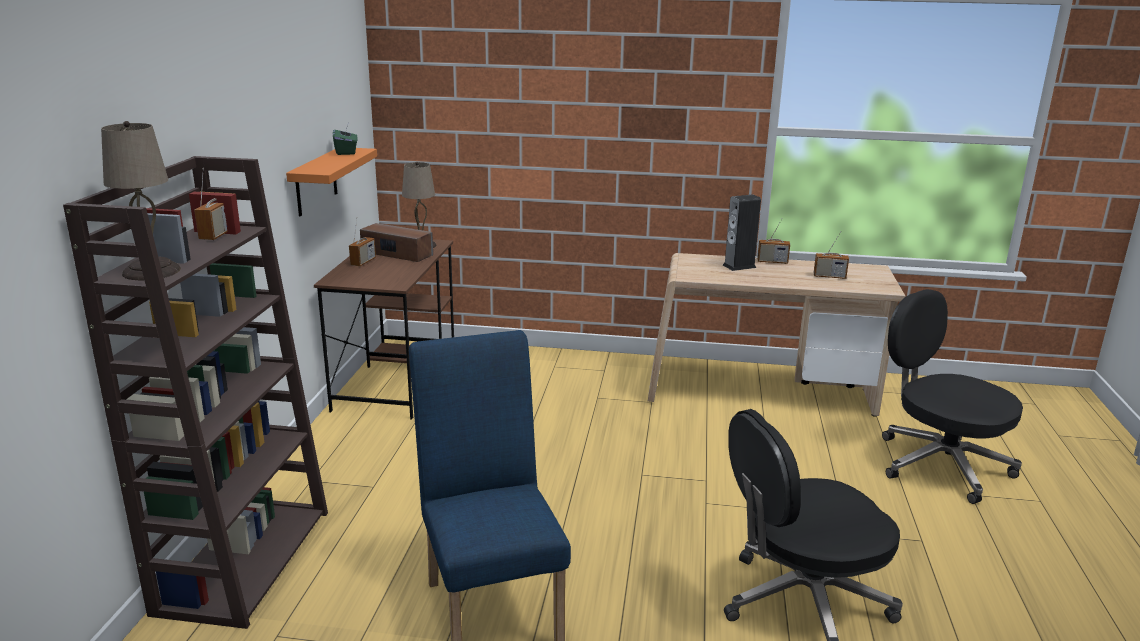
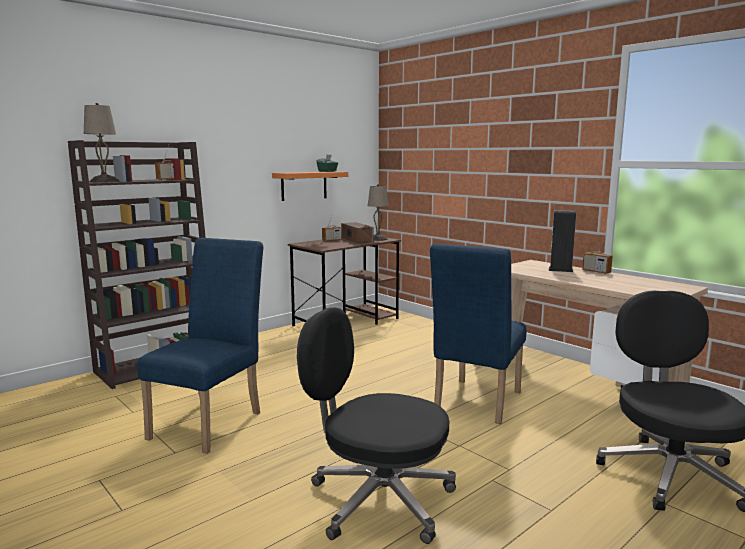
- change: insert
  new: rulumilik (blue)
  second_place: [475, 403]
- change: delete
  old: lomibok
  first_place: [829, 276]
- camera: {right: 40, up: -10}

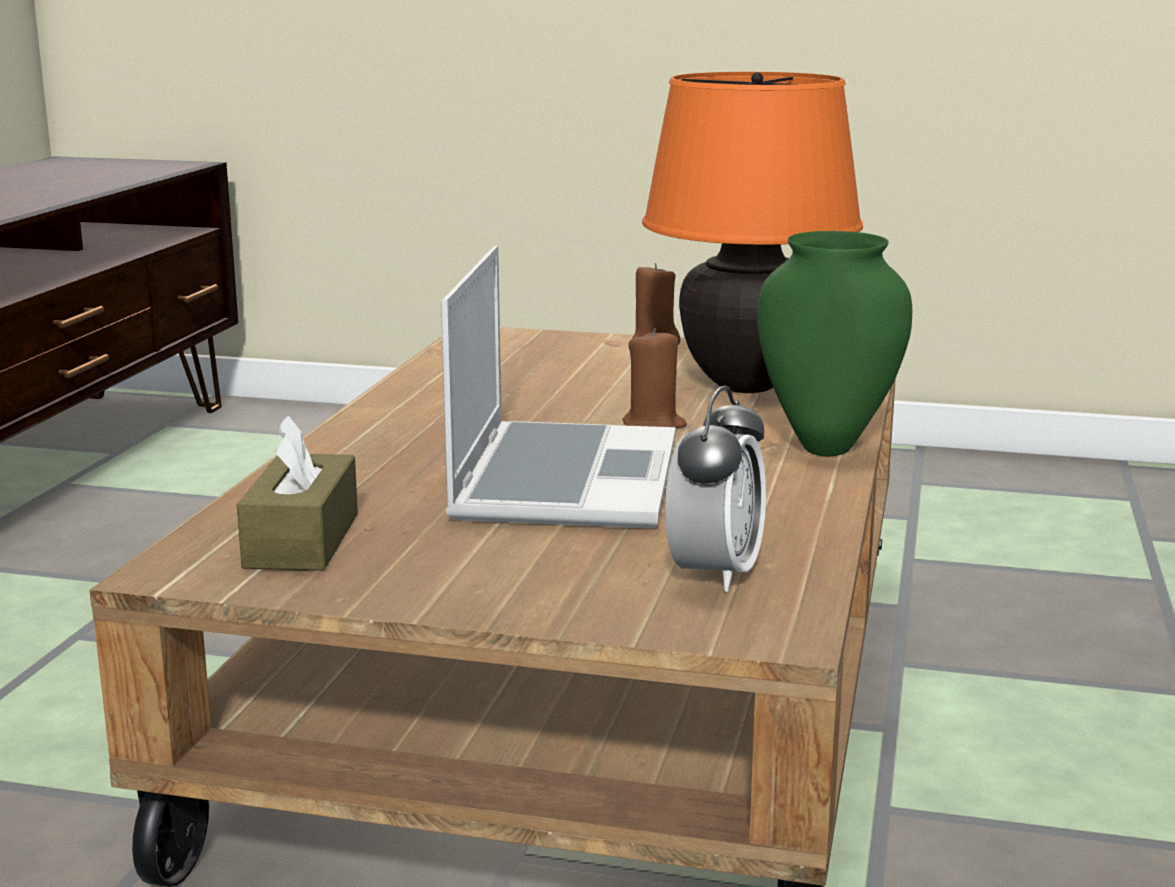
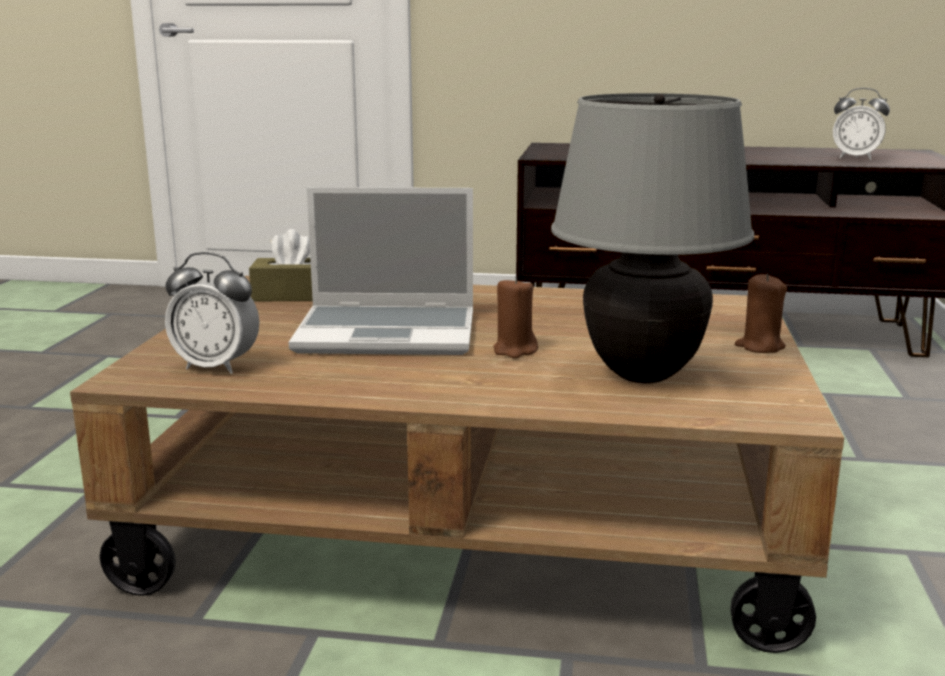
- change: recolor
  old: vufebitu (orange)
  new: vufebitu (grey)
  first_place: [746, 386]
  second_place: [643, 375]
- change: insert
  new: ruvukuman
  second_place: [855, 158]
- change: delete
  old: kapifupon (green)
  first_place: [828, 446]
- camera: {right: 85, up: 0}

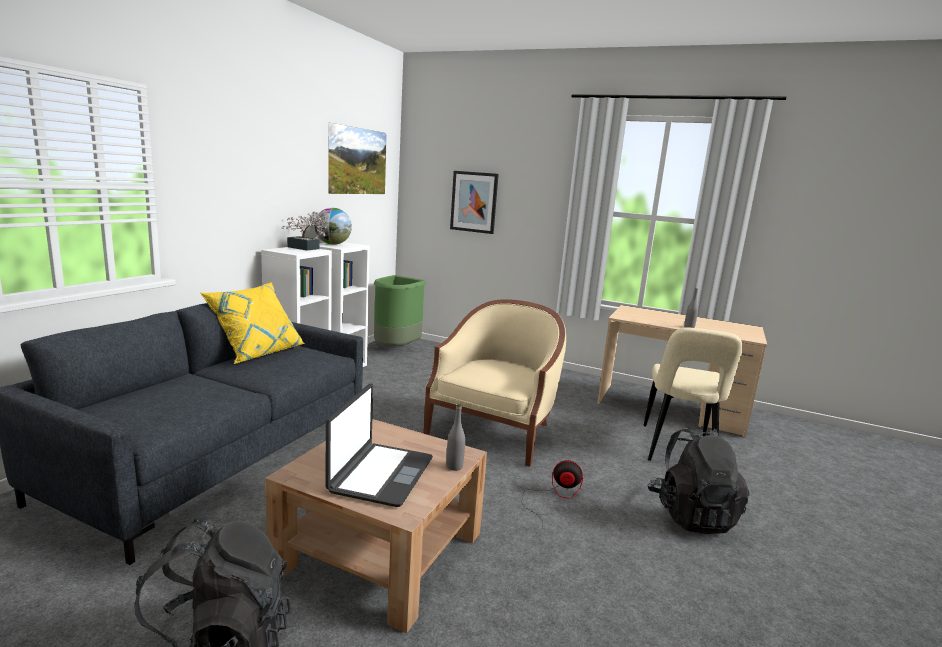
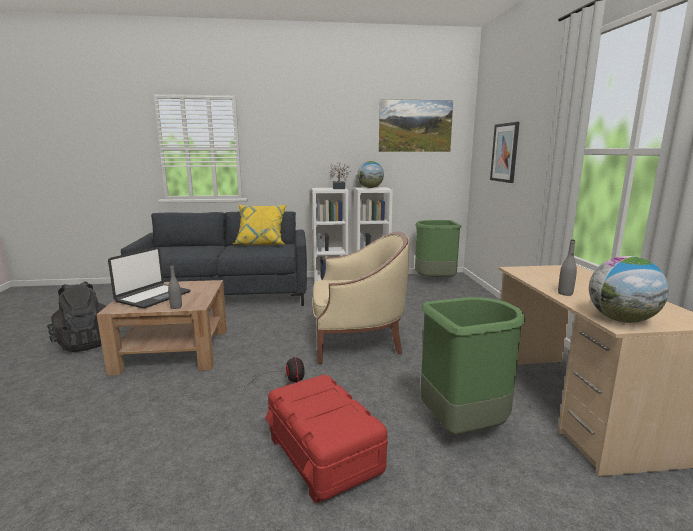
- change: rotate
  old: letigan
  first_place: [380, 475]
  second_place: [153, 297]
  degrees: -45
- change: replace
  old: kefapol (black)
  new: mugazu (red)
  first_place: [691, 515]
  second_place: [325, 454]
- change: replace
  old: rulumilik (beige)
  new: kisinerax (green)
  first_place: [677, 450]
  second_place: [463, 427]
- change: insert
  new: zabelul
  second_place: [621, 320]
- camera: {right: 60, up: 0}

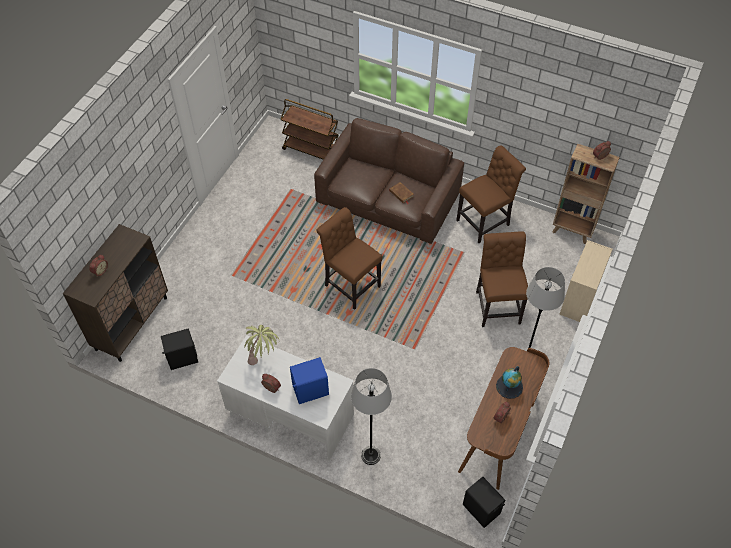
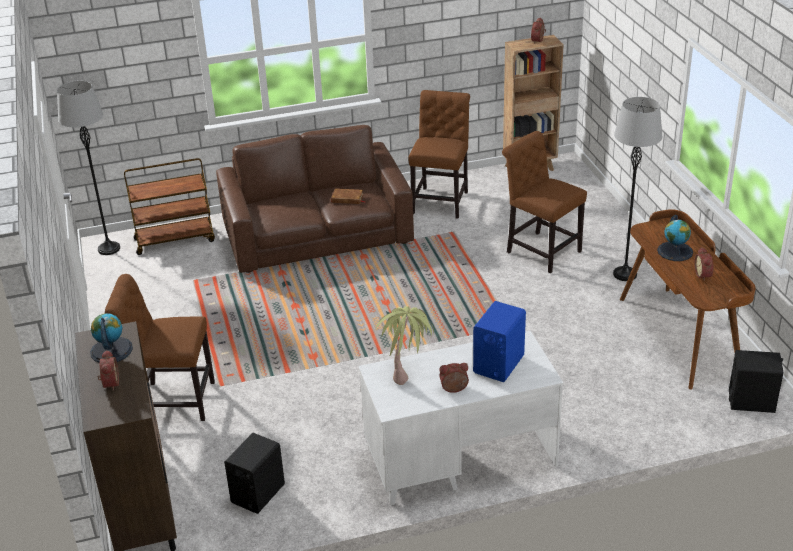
- change: move
  old: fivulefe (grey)
  first_place: [370, 455]
  second_place: [109, 249]
- change: insert
  new: zabelul
  second_place: [111, 350]
- change: move
  old: rulumilik (brown)
  first_place: [350, 284]
  second_place: [172, 401]
- change: delete
  old: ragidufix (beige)
  first_place: [579, 299]
- camera: {right: -40, up: -20}

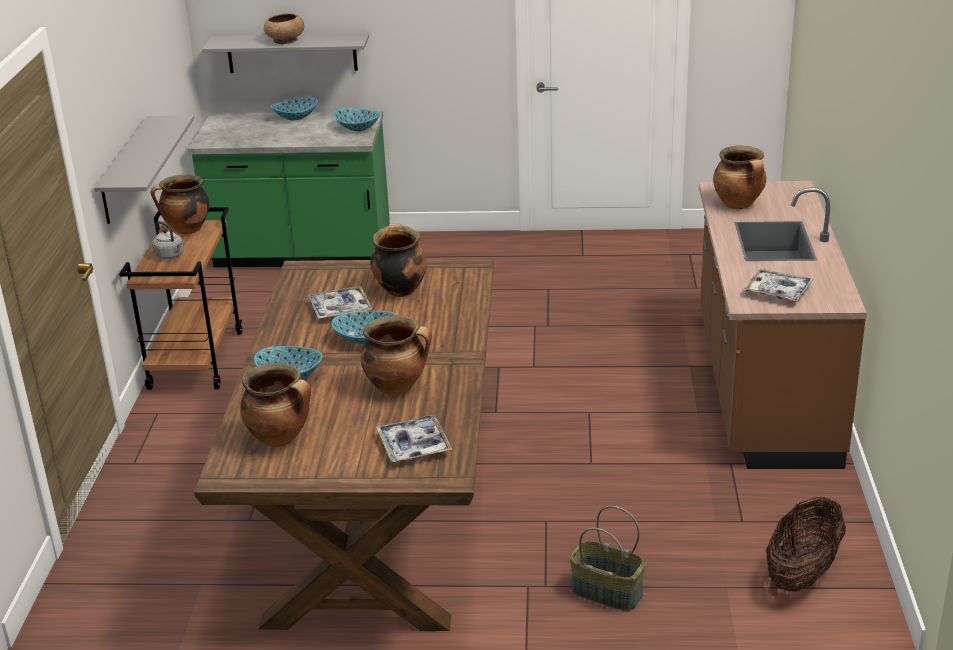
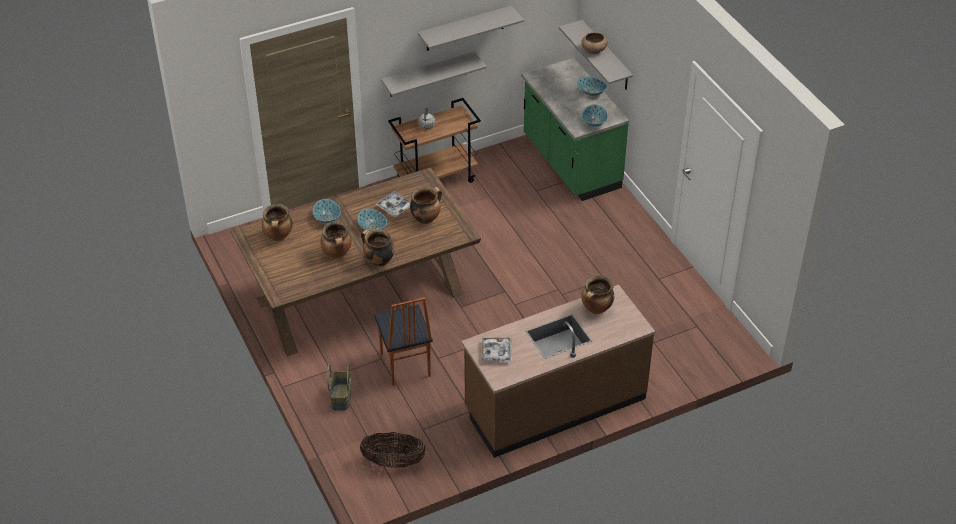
- change: move
  old: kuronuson
  first_place: [186, 230]
  second_place: [378, 261]
- change: insert
  new: rulumilik
  second_place: [404, 365]
- change: insert
  new: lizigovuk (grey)
  second_place: [465, 28]
- change: delete
  old: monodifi
  first_place: [414, 445]
- camera: {right: 60, up: 15}

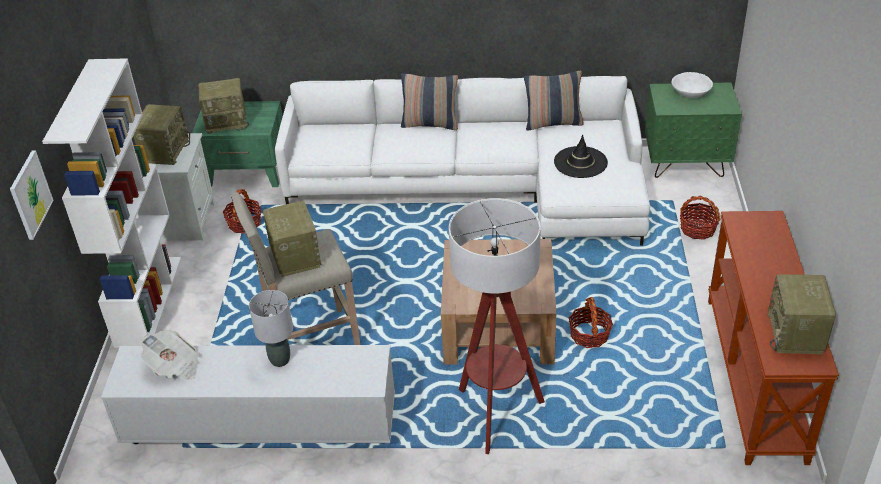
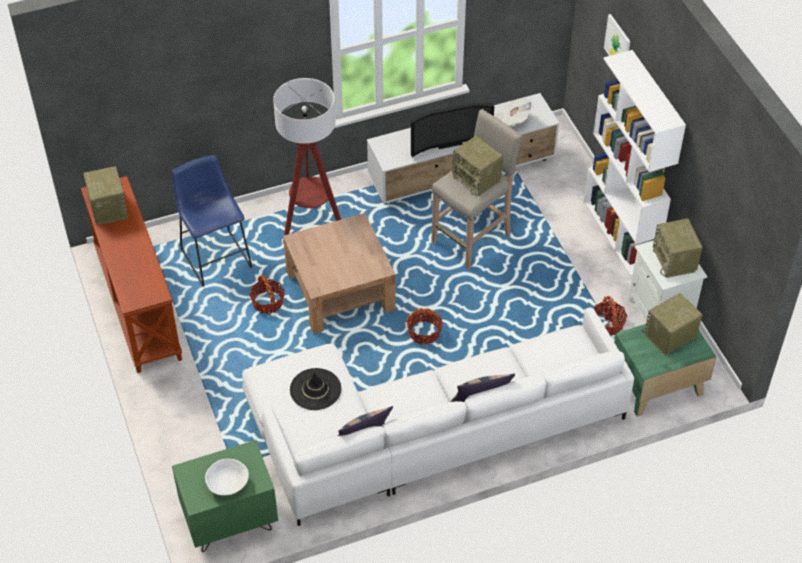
- change: insert
  new: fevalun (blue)
  second_place: [215, 255]
- change: move
  old: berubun
  first_place: [697, 229]
  second_place: [424, 333]
- change: replace
  old: vufebitu (grey)
  new: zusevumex
  first_place: [279, 360]
  second_place: [448, 142]
- camera: {right: 155, up: 10}

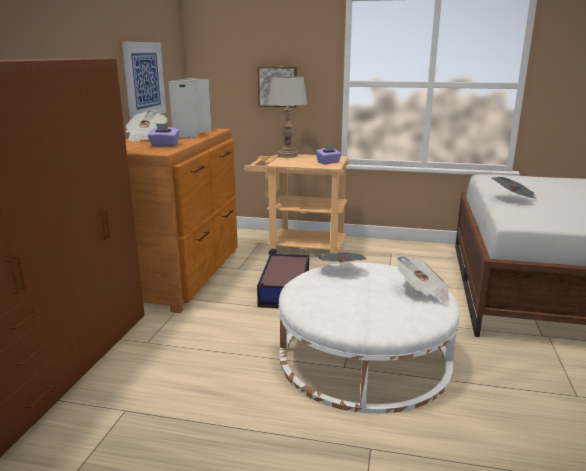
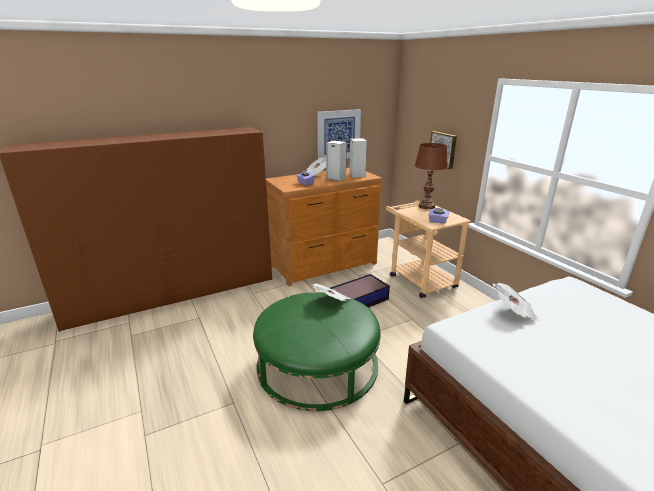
- change: recolor
  old: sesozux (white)
  new: sesozux (green)
  first_place: [364, 357]
  second_place: [317, 363]
- change: recolor
  old: vufebitu (grey)
  new: vufebitu (brown)
  first_place: [288, 155]
  second_place: [426, 206]
- change: delete
  old: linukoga
  first_place: [423, 292]
- camera: {right: 50, up: 5}

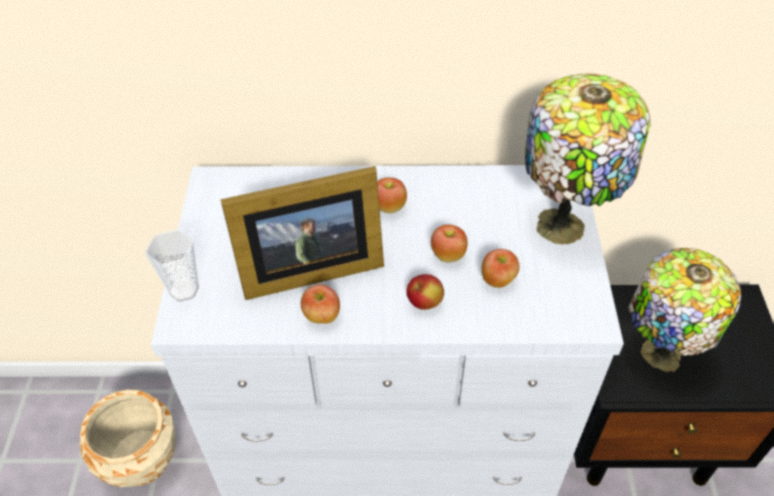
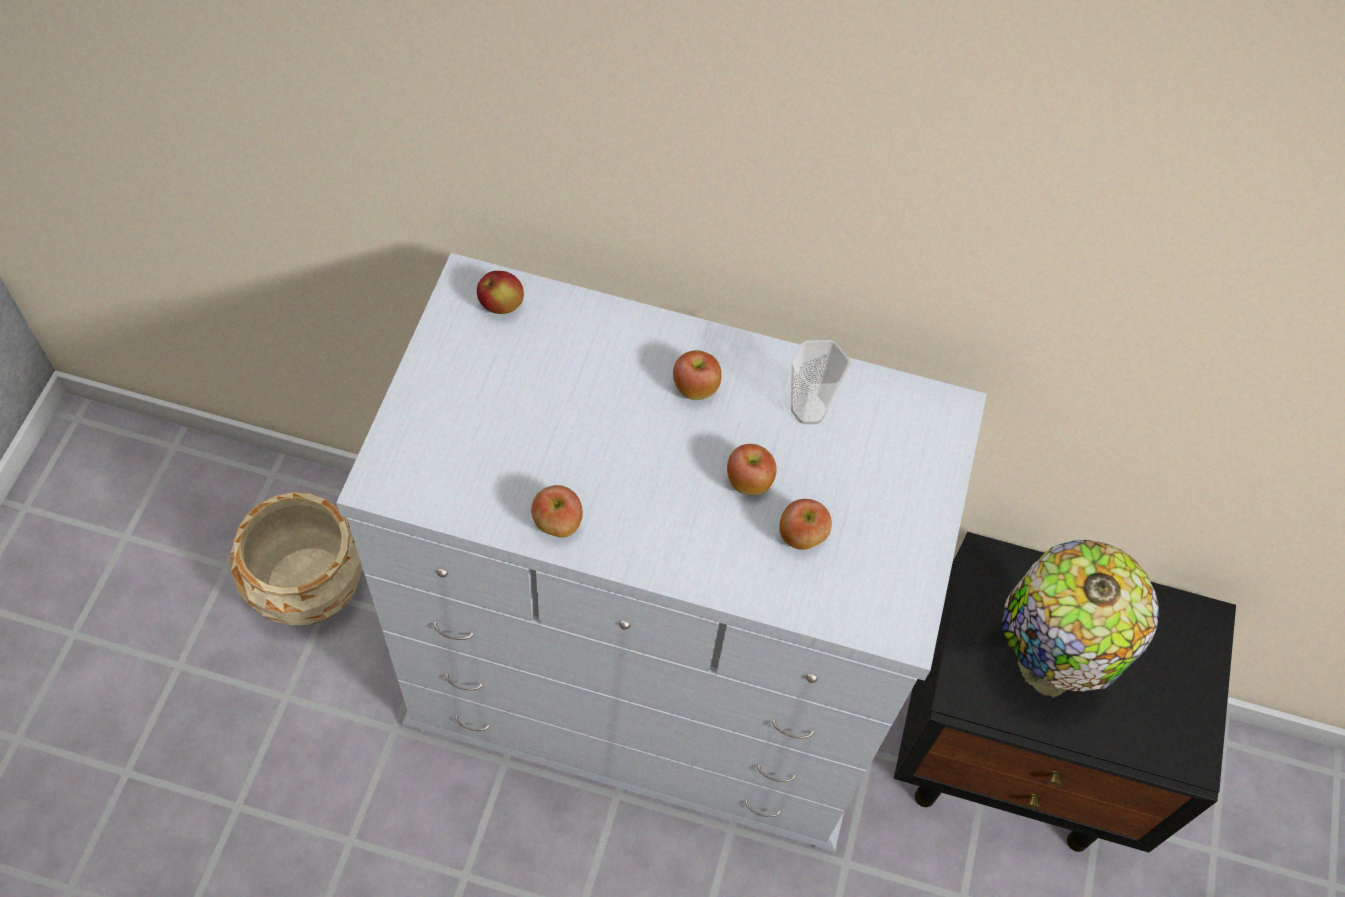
- change: move
  old: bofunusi
  first_place: [424, 302]
  second_place: [501, 305]
- change: move
  old: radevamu
  first_place: [184, 290]
  second_place: [809, 409]
- change: delete
  old: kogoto
  first_place: [306, 268]
- change: delete
  old: vufebitu
  first_place: [564, 225]
- camera: {right: 10, up: 10}

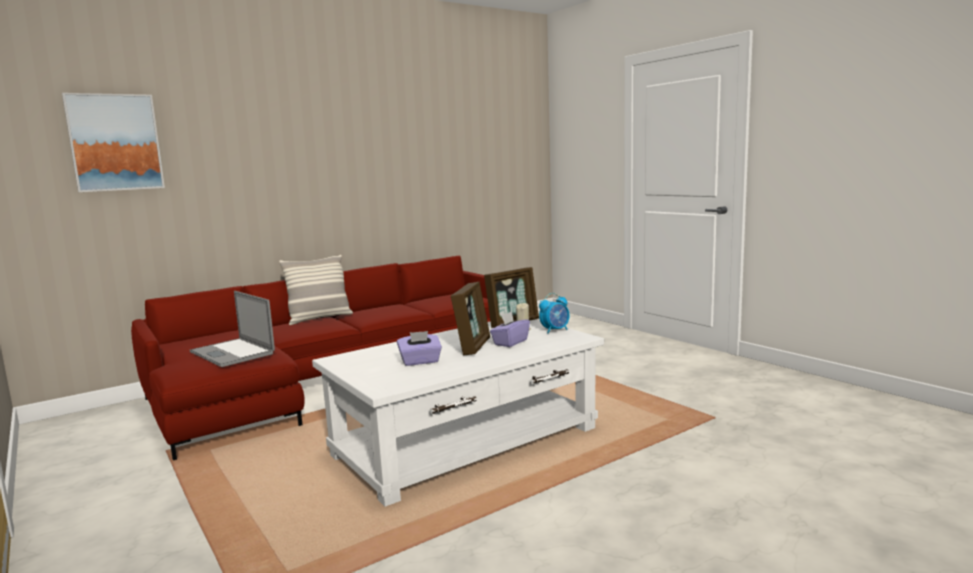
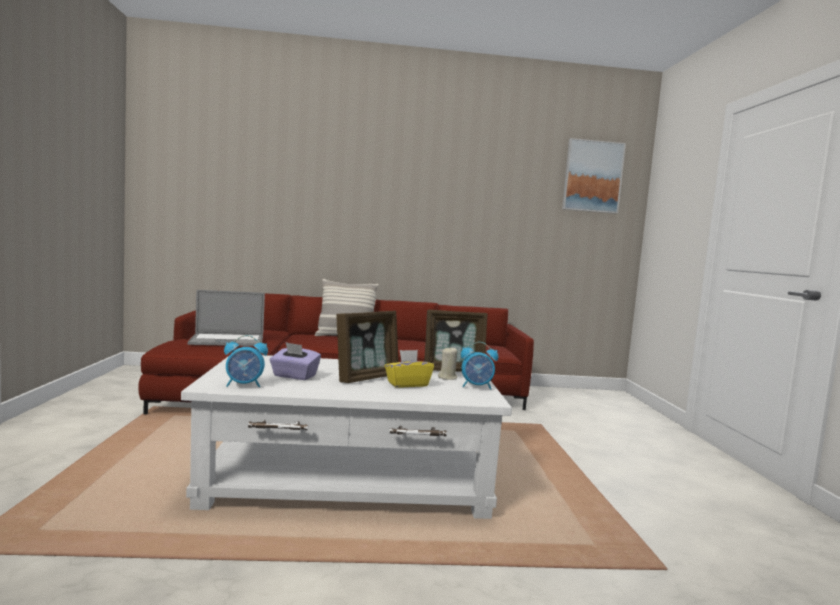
- change: rotate
  old: letigan
  first_place: [232, 353]
  second_place: [227, 341]
  degrees: -90
- change: insert
  new: ruvukuman
  second_place: [244, 385]
- change: recolor
  old: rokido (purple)
  new: rokido (yellow)
  first_place: [510, 342]
  second_place: [407, 384]
- change: move
  old: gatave
  first_place: [115, 142]
  second_place: [592, 176]
- camera: {right: 30, up: -5}

